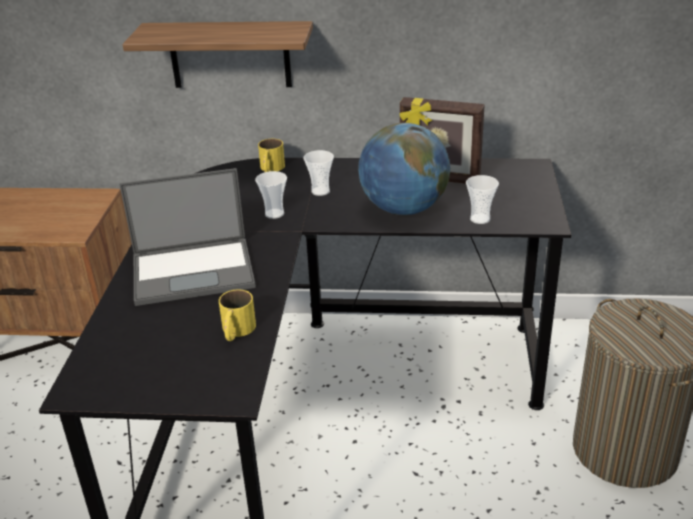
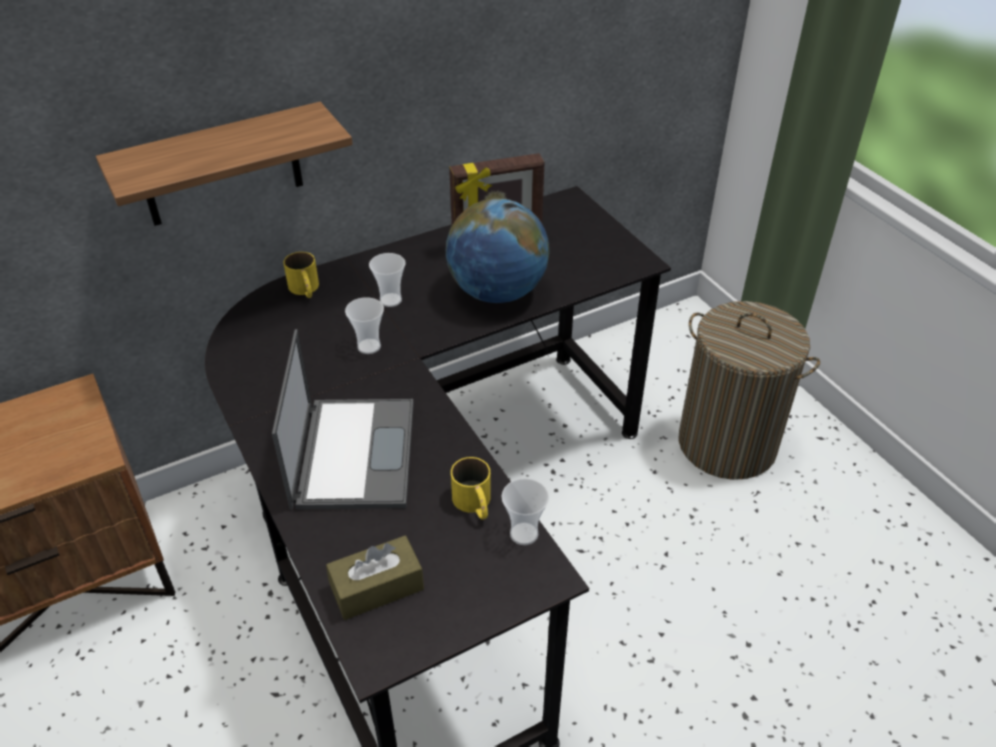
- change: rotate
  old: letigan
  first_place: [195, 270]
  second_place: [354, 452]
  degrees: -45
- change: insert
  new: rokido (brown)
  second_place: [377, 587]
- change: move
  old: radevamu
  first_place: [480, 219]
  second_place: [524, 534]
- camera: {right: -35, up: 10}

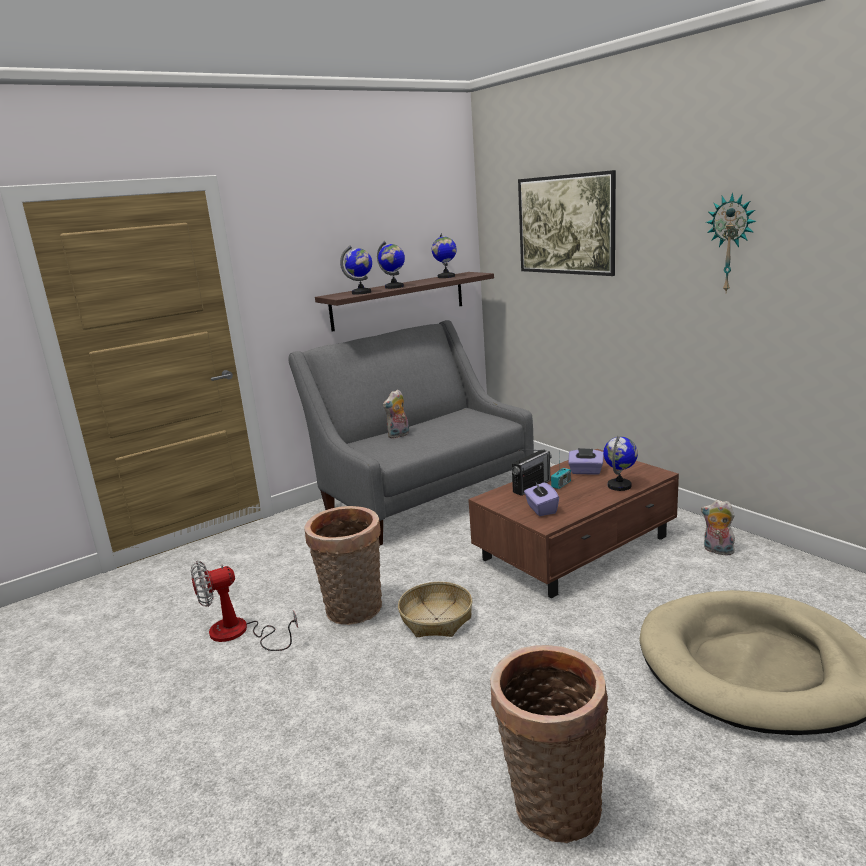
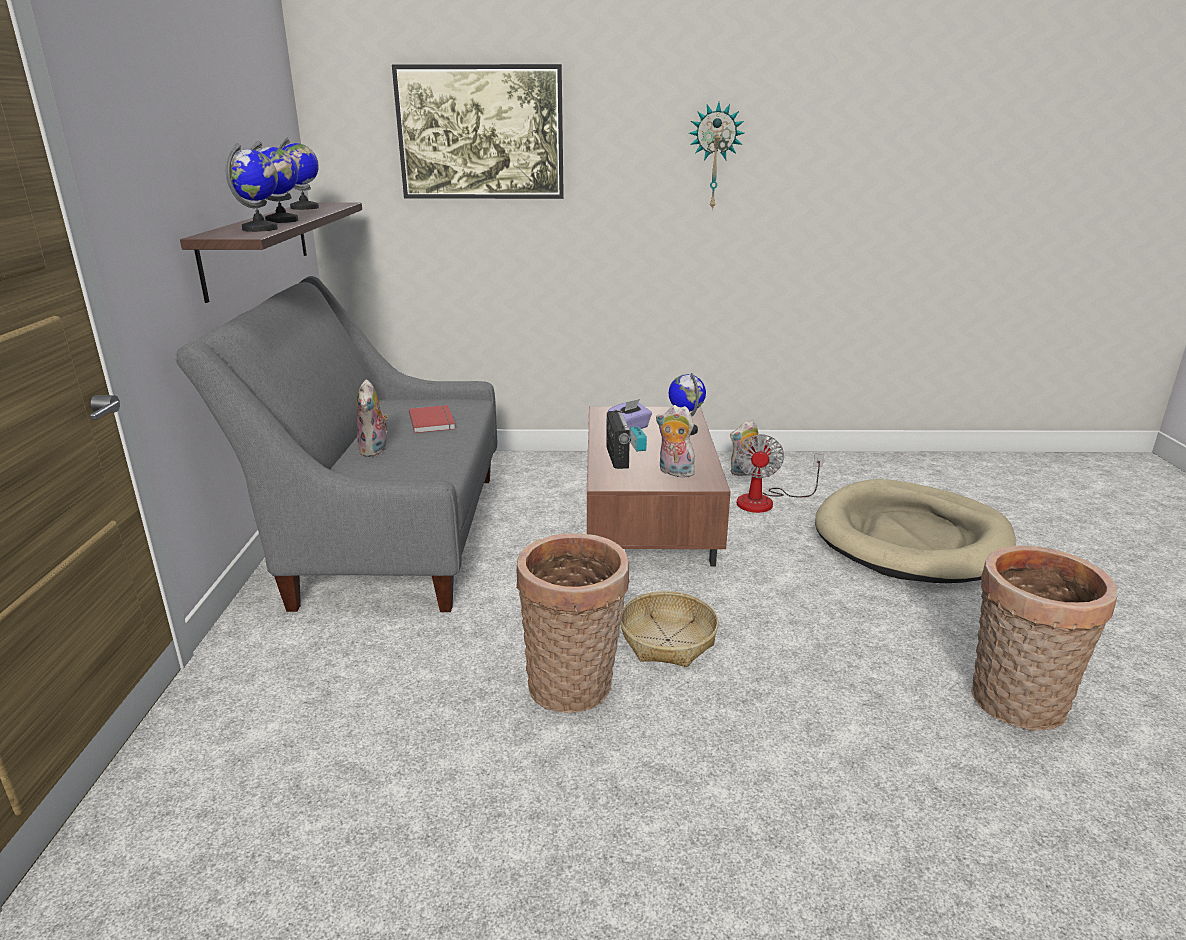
- change: insert
  new: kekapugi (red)
  second_place: [433, 421]
- change: replace
  old: rokido (purple)
  new: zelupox
  first_place: [541, 509]
  second_place: [674, 472]
- change: move
  old: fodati
  first_place: [239, 633]
  second_place: [765, 501]
- camera: {right: -55, up: 5}

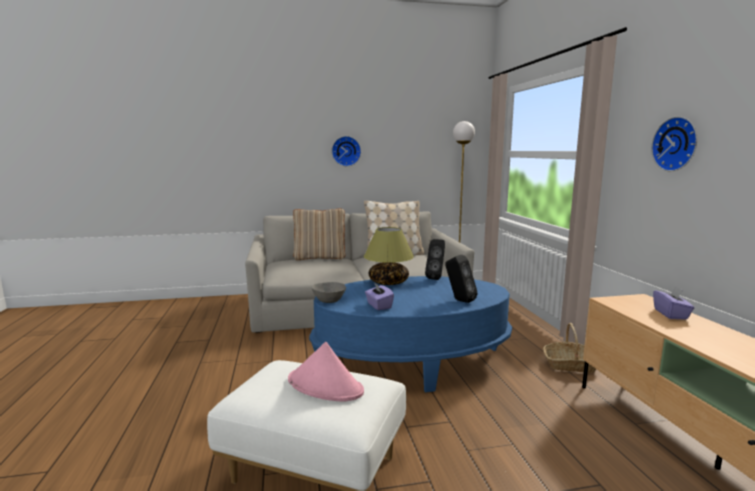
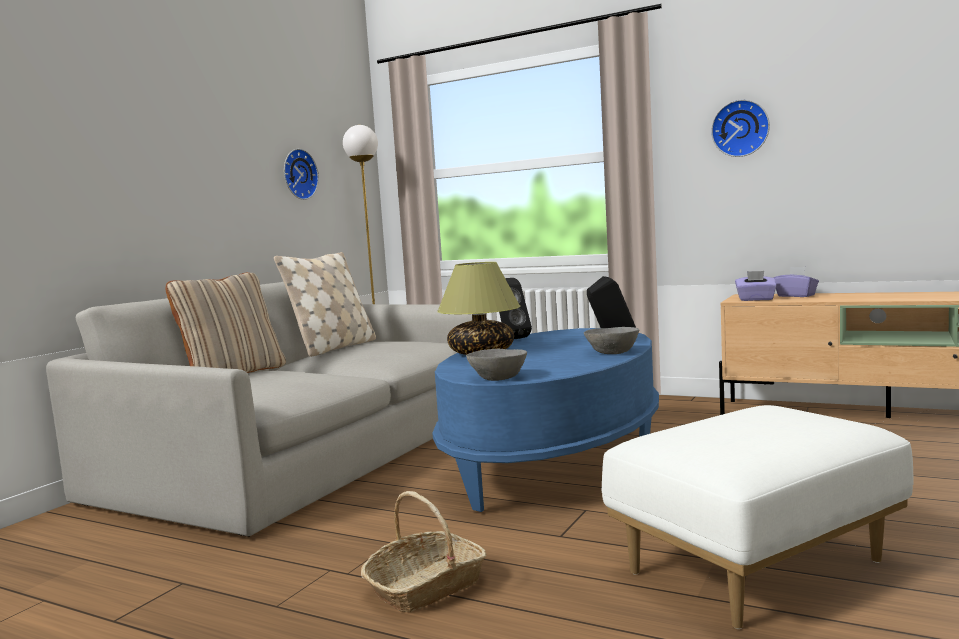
- change: move
  old: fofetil
  first_place: [346, 151]
  second_place: [298, 174]
- change: move
  old: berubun
  first_place: [570, 365]
  second_place: [426, 587]
- change: insert
  new: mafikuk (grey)
  second_place: [613, 352]
- change: move
  old: rokido (purple)
  first_place: [378, 306]
  second_place: [755, 299]
- change: delete
  old: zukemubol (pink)
  first_place: [325, 386]
- camera: {right: -50, up: -5}

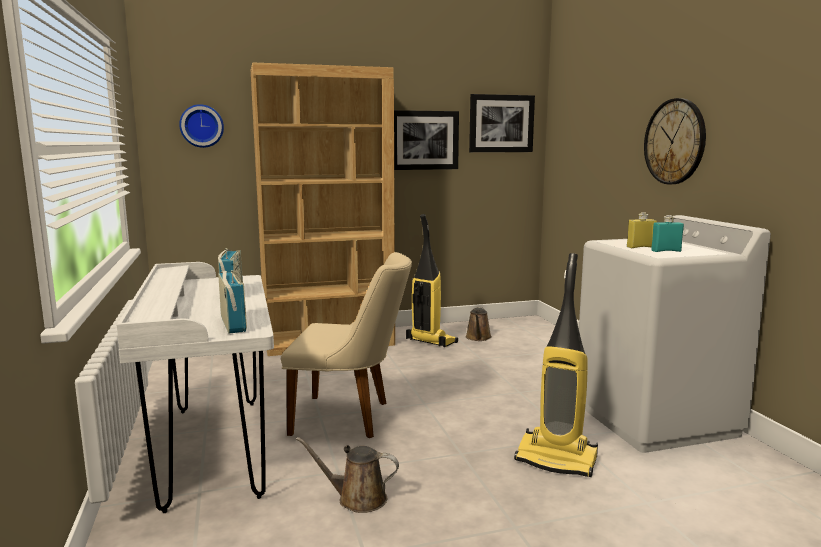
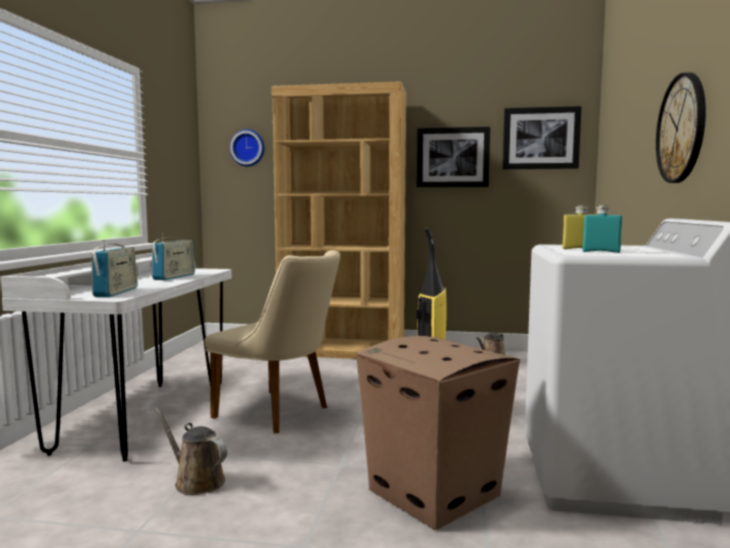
- change: replace
  old: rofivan
  new: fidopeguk
  first_place: [557, 459]
  second_place: [435, 493]
- camera: {right: 25, up: -5}

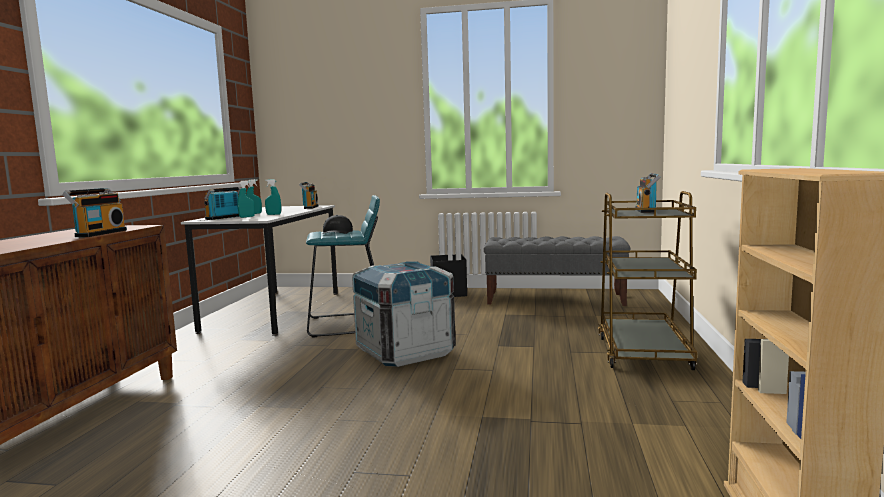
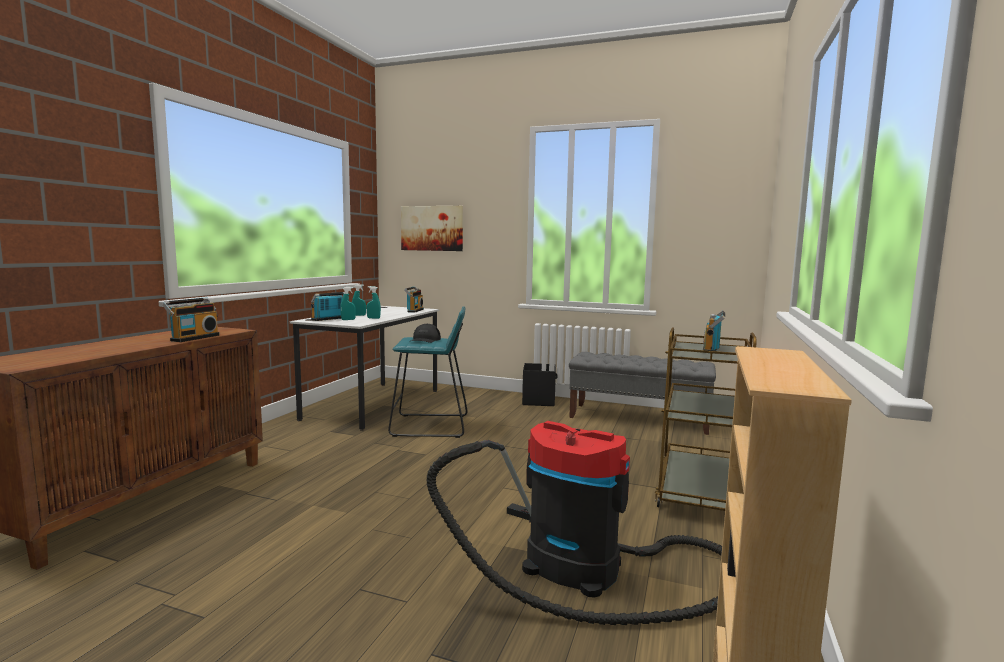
- change: insert
  new: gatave
  second_place: [432, 228]
- change: insert
  new: rofivan
  second_place: [584, 570]
- change: delete
  old: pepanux
  first_place: [405, 352]
- camera: {right: 10, up: 0}

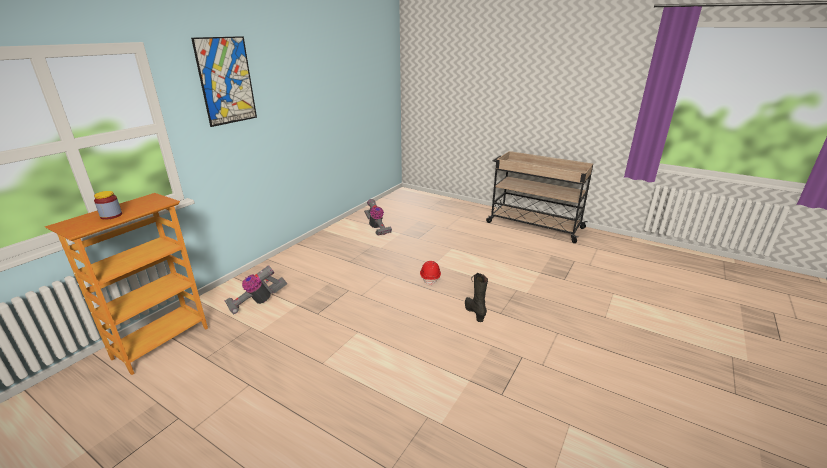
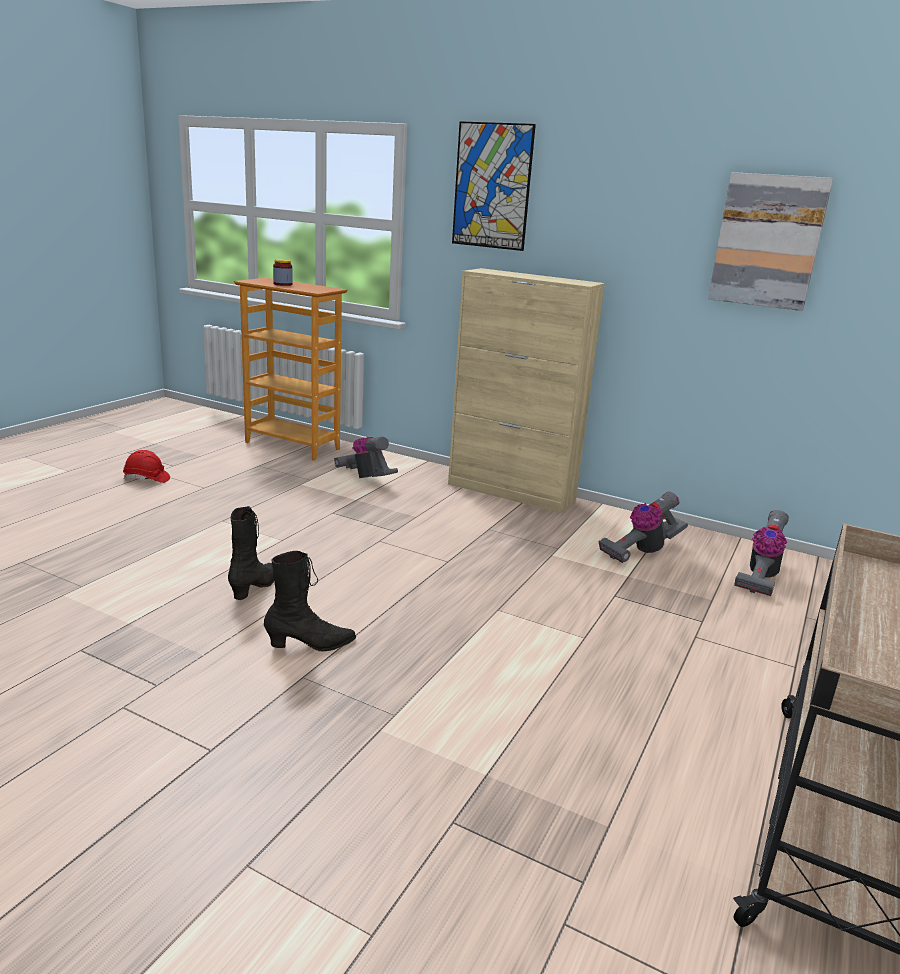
- change: move
  old: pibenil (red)
  first_place: [430, 277]
  second_place: [147, 479]
- change: insert
  new: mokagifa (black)
  second_place: [255, 587]
- change: insert
  new: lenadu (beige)
  second_place: [511, 492]
- change: insert
  new: gatave
  second_place: [767, 241]
- change: insert
  new: rofivan
  second_place: [760, 576]
- camera: {right: 85, up: -5}

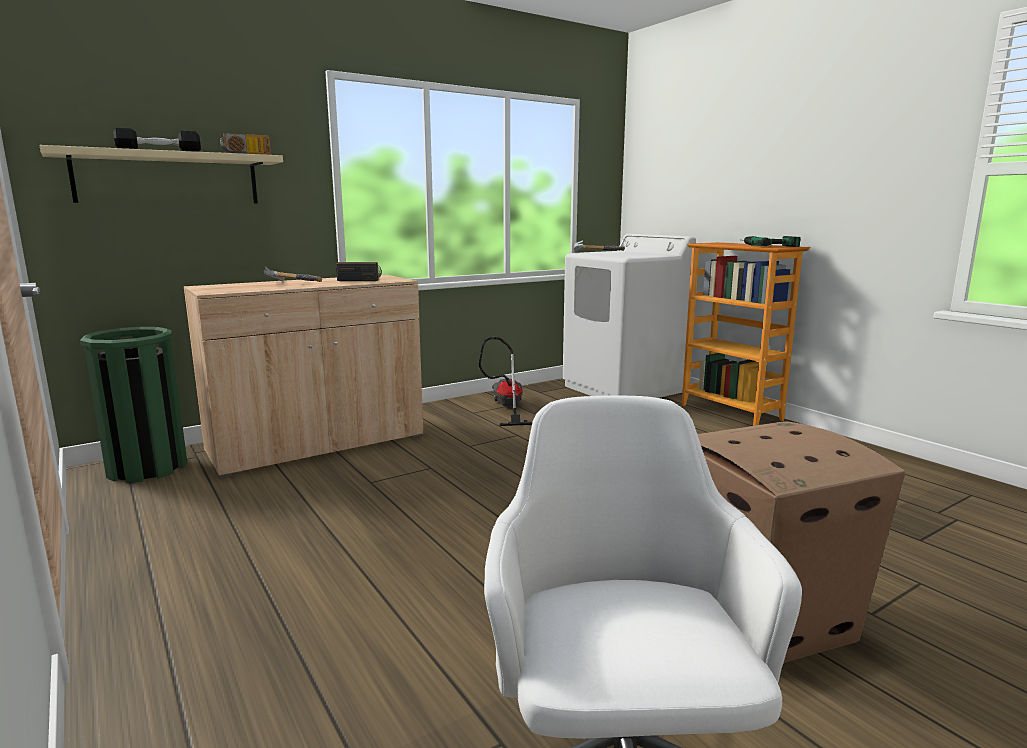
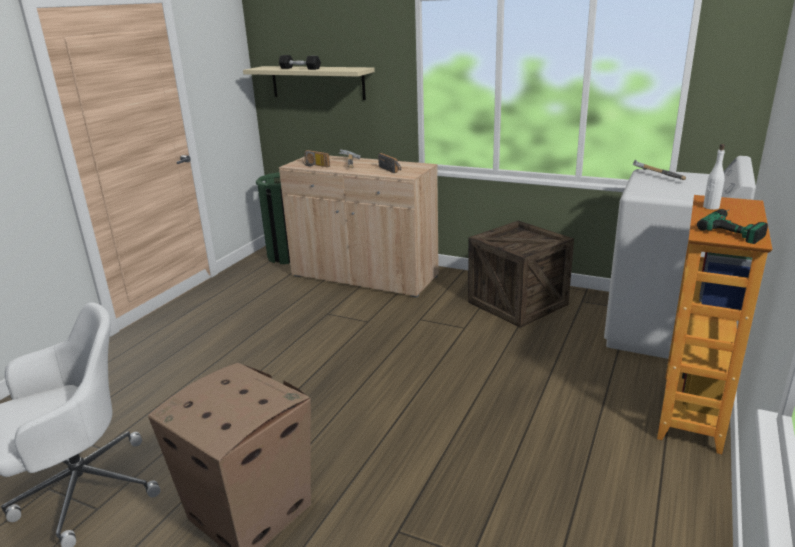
- change: move
  old: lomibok
  first_place: [246, 154]
  second_place: [315, 165]
- change: replace
  old: rofivan
  new: pepanux
  first_place: [506, 408]
  second_place: [517, 303]
- change: insert
  new: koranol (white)
  second_place: [710, 207]
- camera: {right: 60, up: 10}

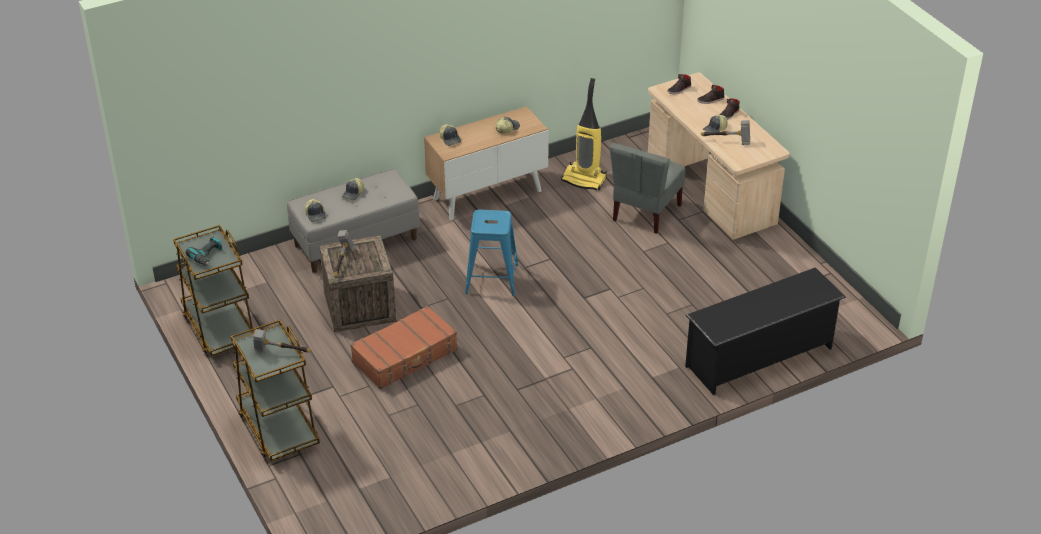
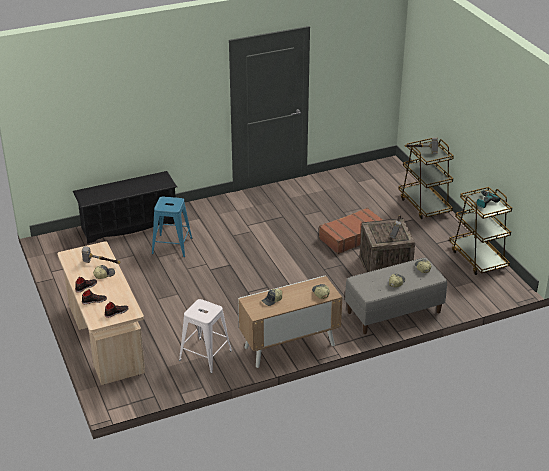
- change: move
  old: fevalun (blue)
  first_place: [491, 279]
  second_place: [172, 245]
- change: replace
  old: rofivan
  new: fevalun (white)
  first_place: [584, 179]
  second_place: [205, 355]
- change: delete
  old: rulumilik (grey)
  first_place: [645, 213]
- camera: {right: -175, up: -5}

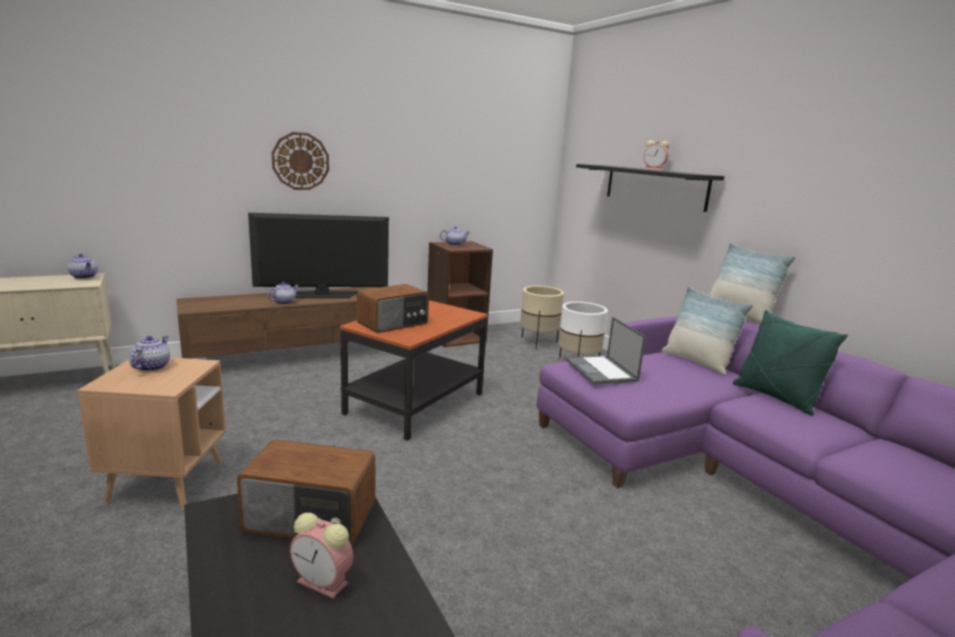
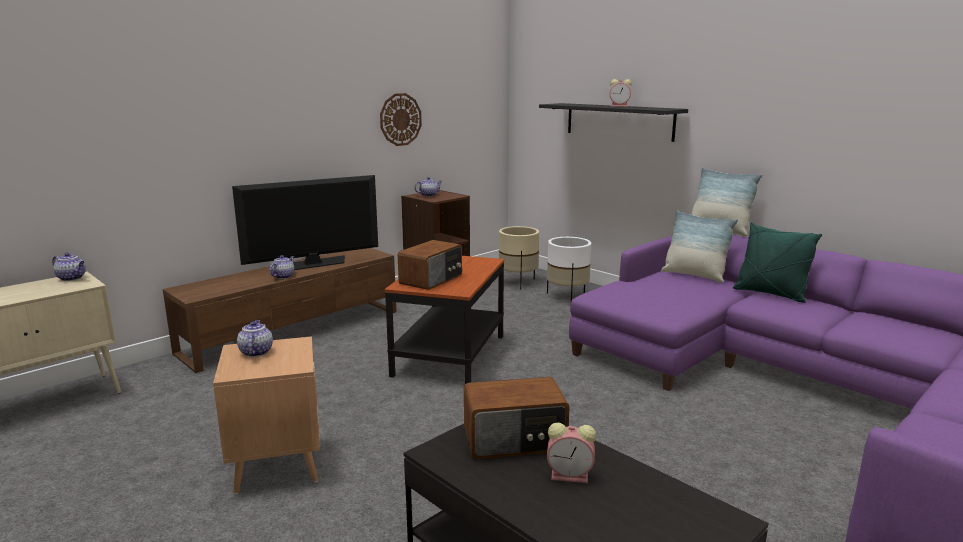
- change: move
  old: fofetil
  first_place: [300, 161]
  second_place: [400, 119]
- change: delete
  old: letigan
  first_place: [601, 371]
- camera: {right: -15, up: 0}

